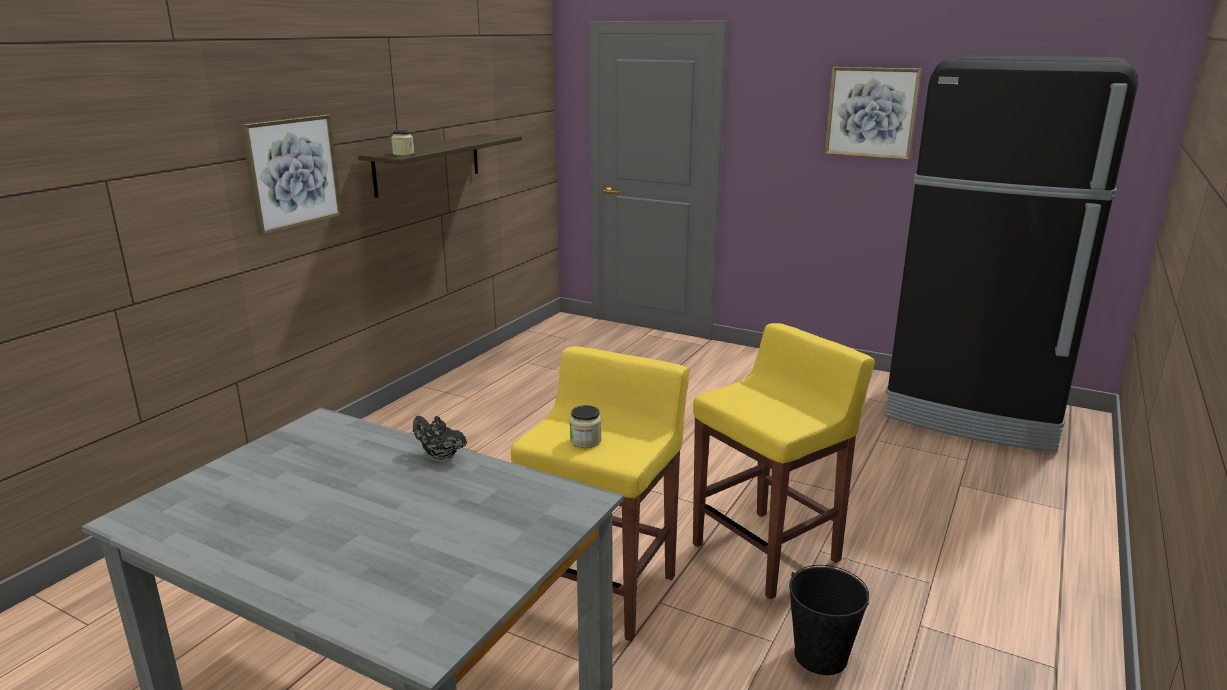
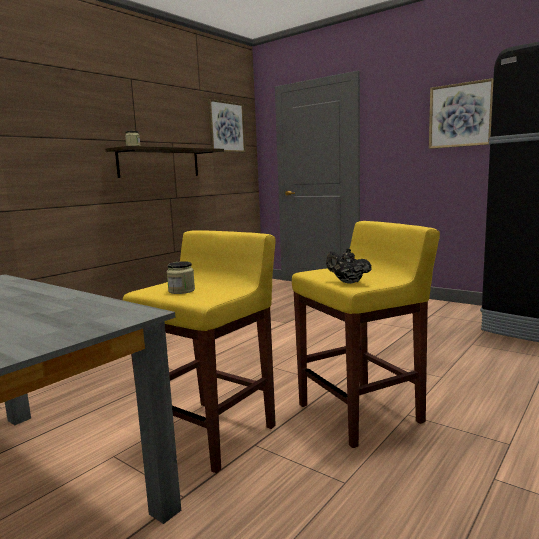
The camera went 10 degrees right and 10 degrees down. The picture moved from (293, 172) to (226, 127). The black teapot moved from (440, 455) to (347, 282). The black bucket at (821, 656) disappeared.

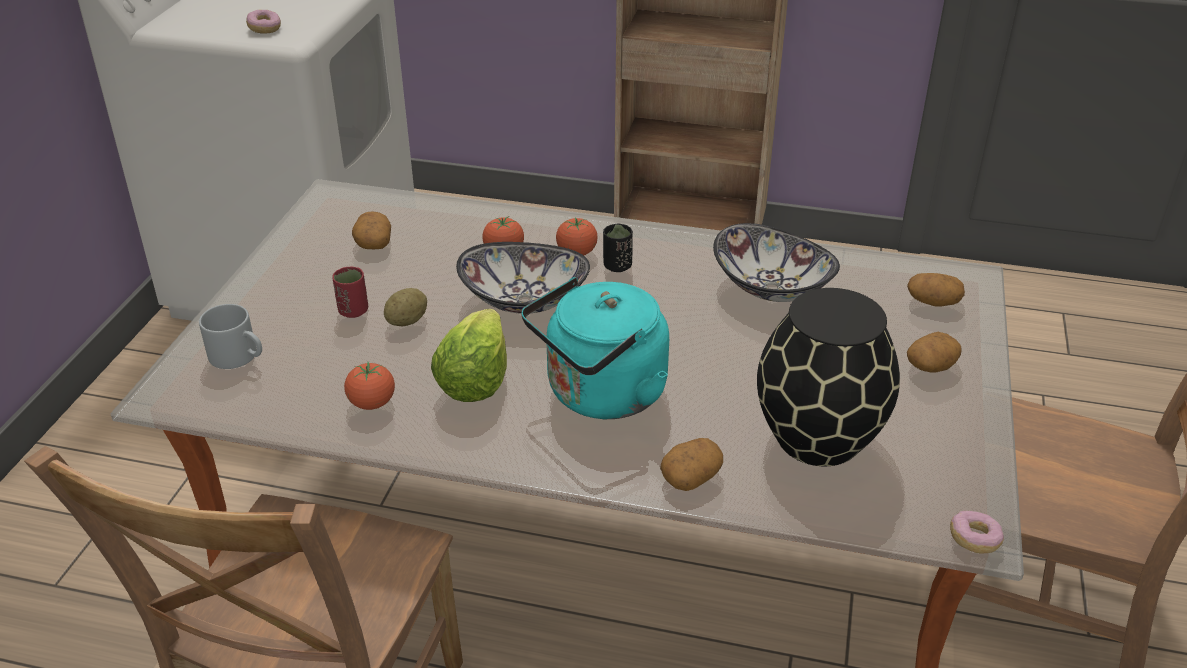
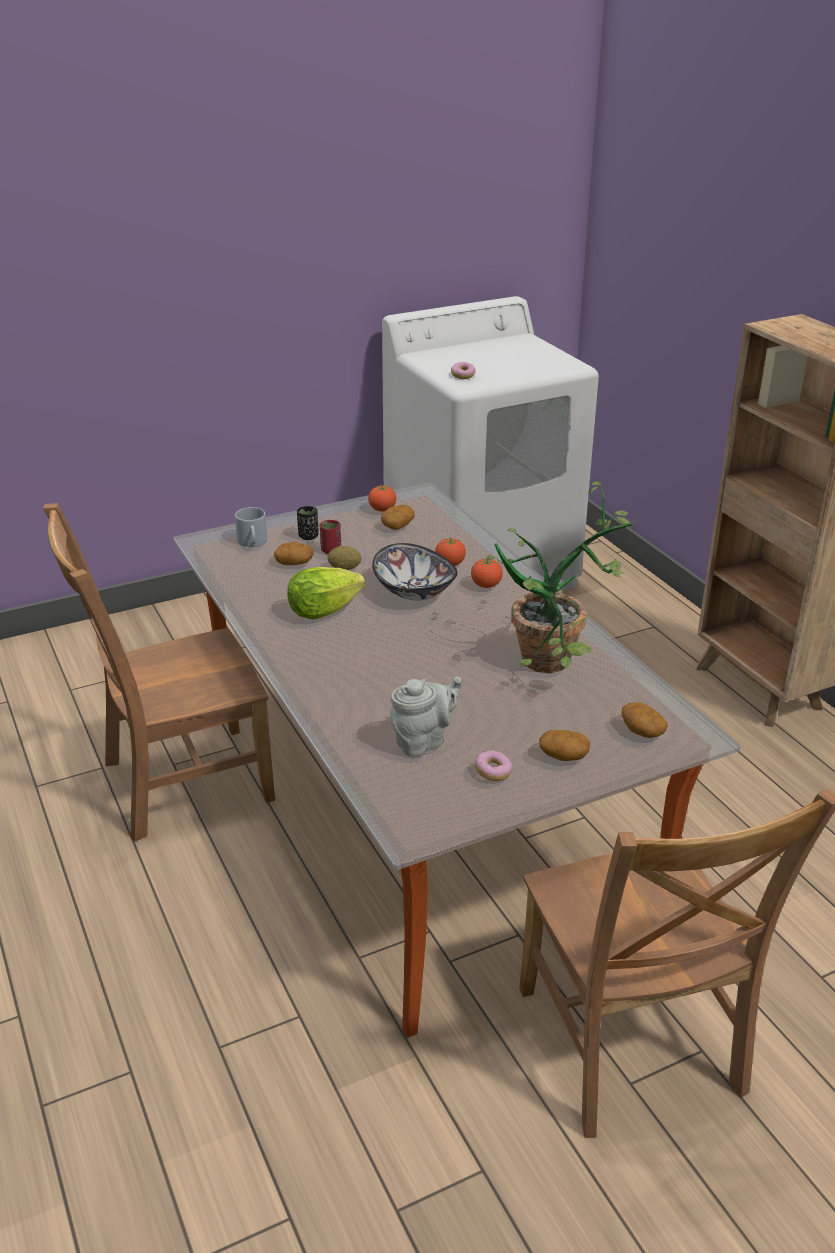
The camera went 50 degrees right and 5 degrees down. The potato moved from (691, 476) to (295, 563). The black cup moved from (617, 266) to (308, 536). The tomato moved from (372, 403) to (382, 510). The black vase at (818, 439) was replaced by the grey teapot at (423, 741). The donut moved from (974, 540) to (493, 772). The bowl at (773, 287) was replaced by the potted plant at (558, 664). The turquoise kettle at (601, 395) disappeared.

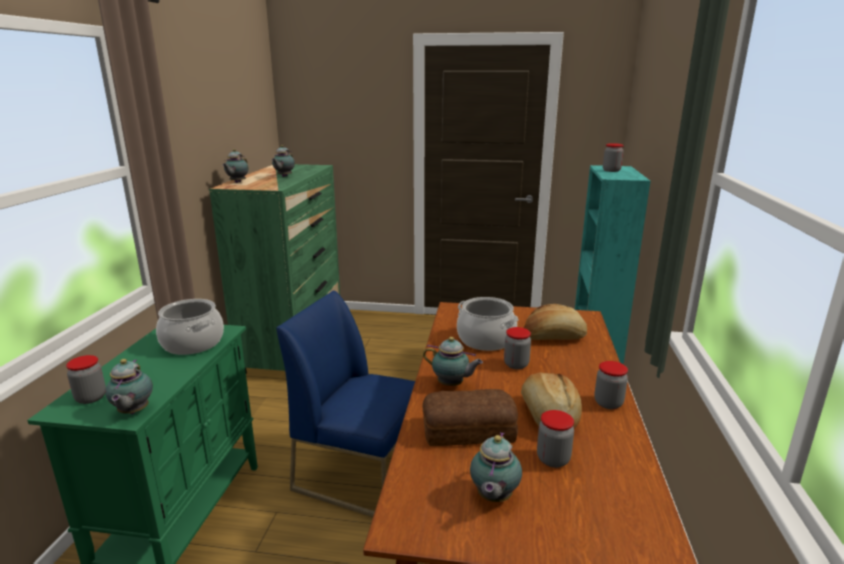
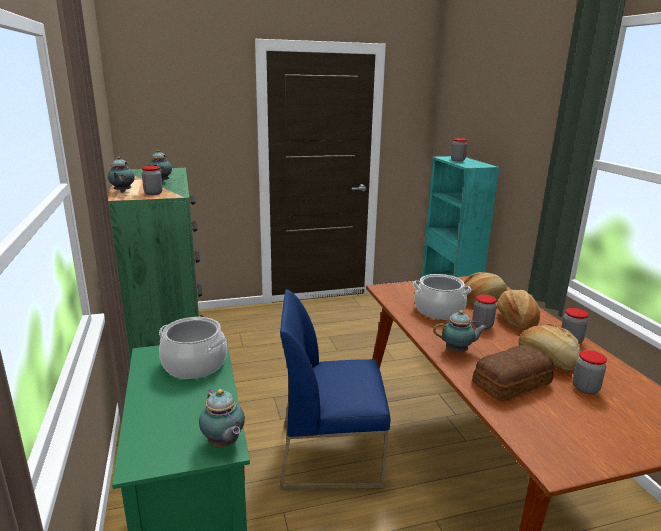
The camera went 25 degrees left and 0 degrees up. The jar moved from (91, 398) to (153, 193). The bread at (516, 320) appeared. The teapot at (493, 497) disappeared.

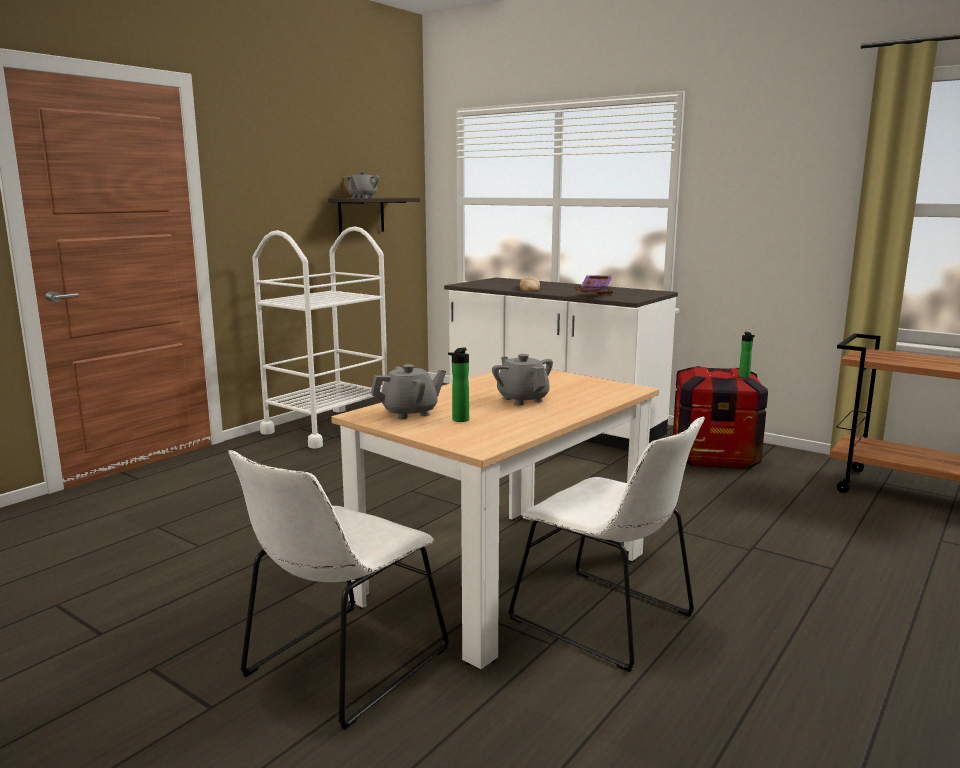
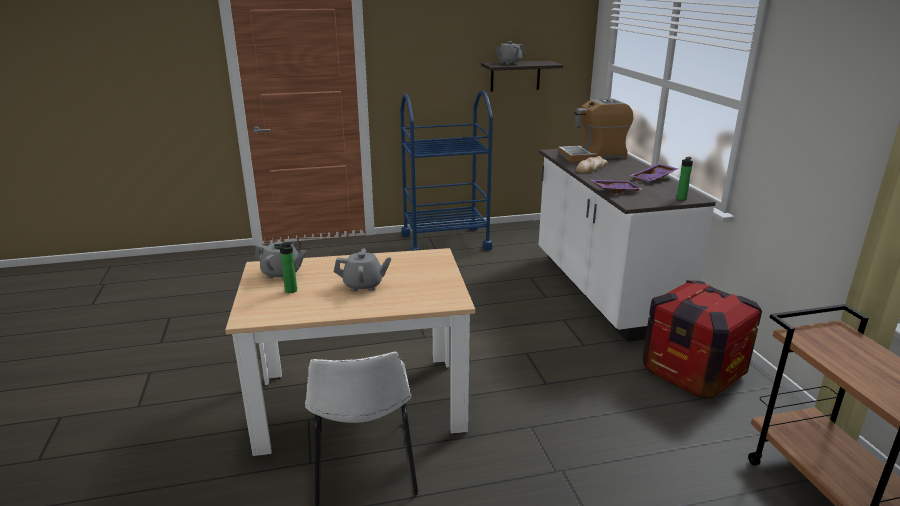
The camera went 40 degrees right and 10 degrees up. The grey teapot at (522, 399) turned 75 degrees clockwise. The white cart at (328, 427) became the blue cart at (445, 241). The coffee machine at (593, 156) appeared. The bottle moved from (744, 377) to (680, 199). The white chair at (341, 666) disappeared.

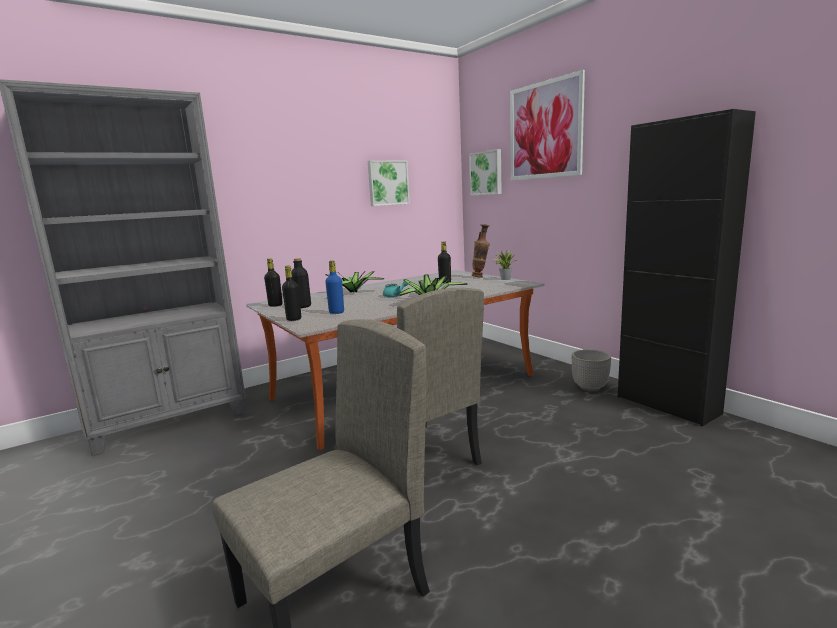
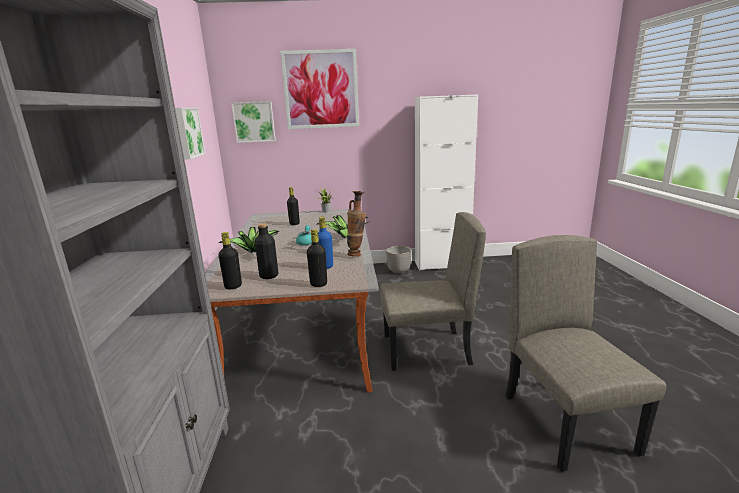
The camera went 60 degrees left and 5 degrees up. The vase moved from (481, 277) to (357, 254). The black cabinet at (667, 405) became the white cabinet at (442, 264).

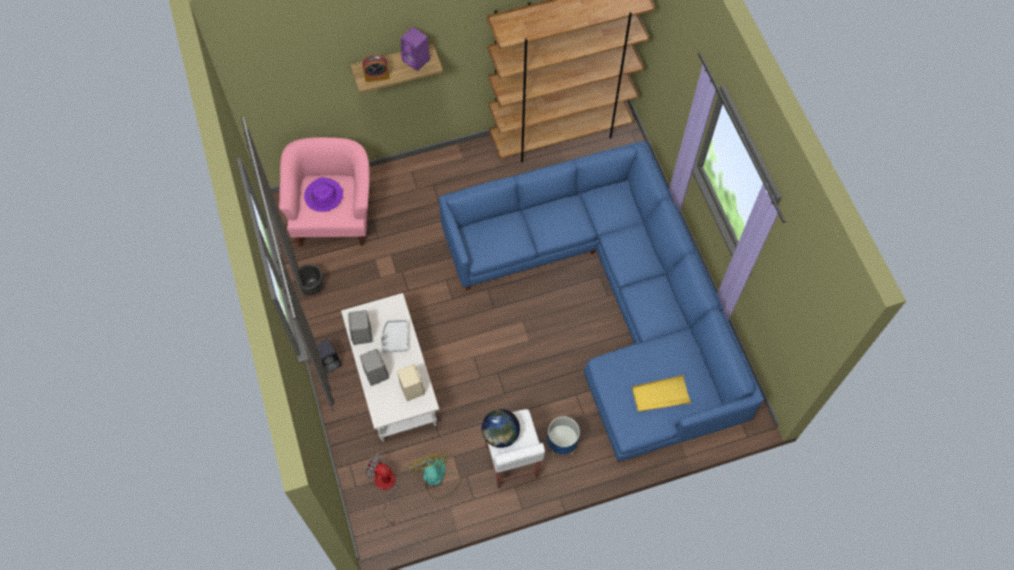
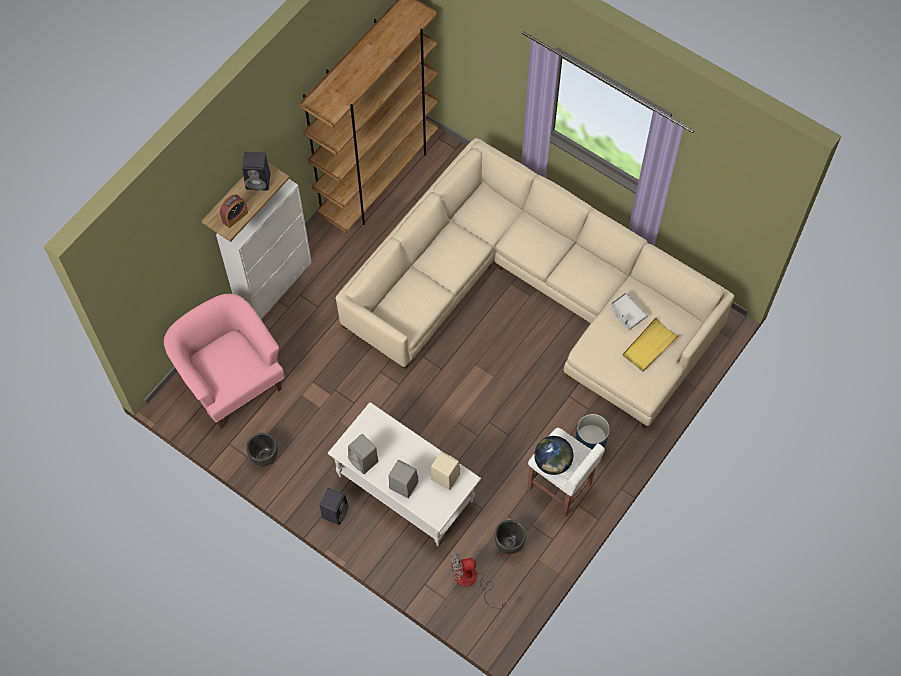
The camera went 35 degrees left and 0 degrees up. The white cabinet at (275, 285) appeared. The purple speaker at (417, 60) became the black speaker at (259, 181). The blue sofa at (611, 299) became the beige sofa at (535, 296). The fan at (437, 478) was replaced by the black planter at (509, 544). The grey tray moved from (395, 338) to (627, 313). The purple hat at (323, 196) disappeared.

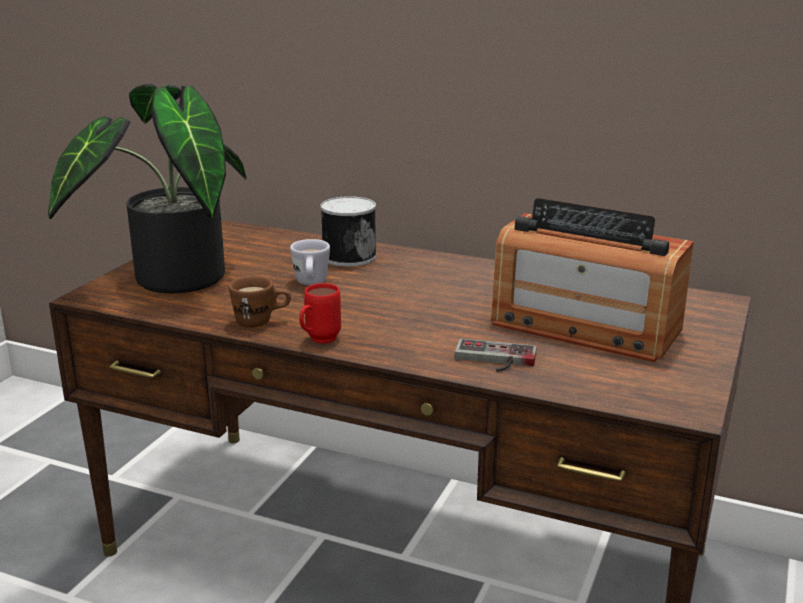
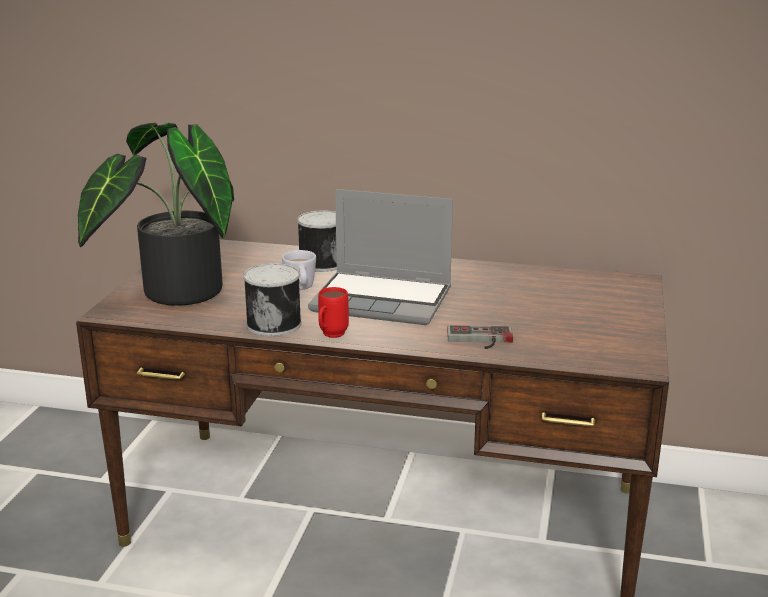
The camera went 10 degrees left and 0 degrees up. The brown mug at (261, 322) was replaced by the can at (274, 323). The laptop at (384, 300) appeared. The radio at (584, 327) disappeared.

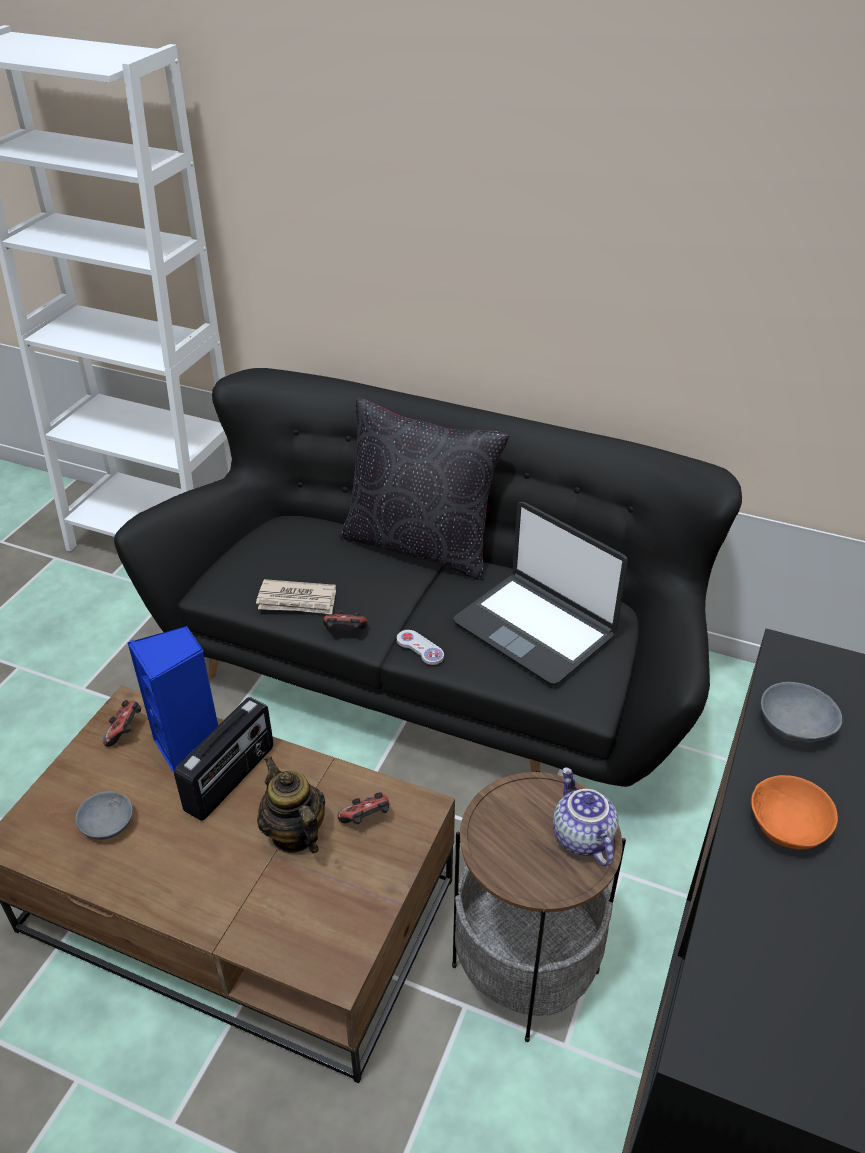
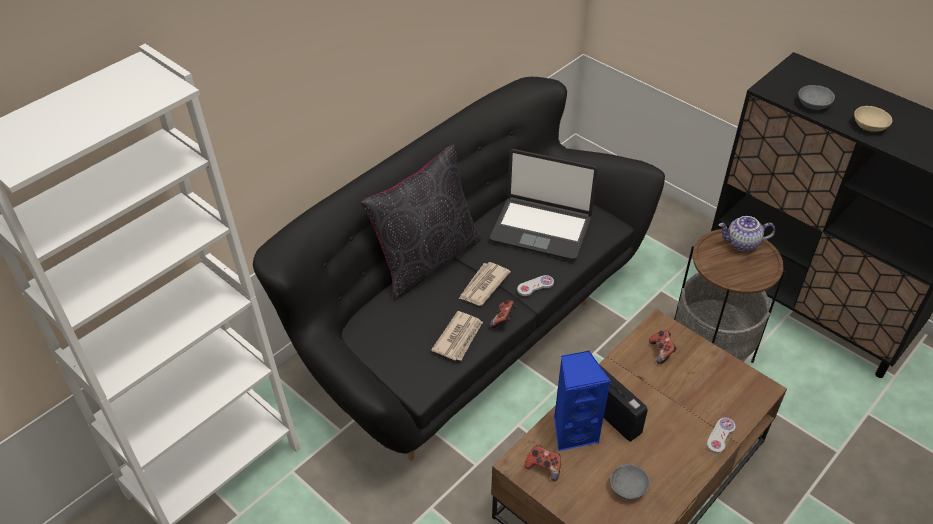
The camera went 70 degrees left and 5 degrees up. The newspaper at (483, 285) appeared. The laptop at (535, 628) turned 45 degrees clockwise. The white game controller at (720, 436) appeared. The orange bowl at (790, 827) became the beige bowl at (870, 125). The teapot at (294, 834) disappeared.

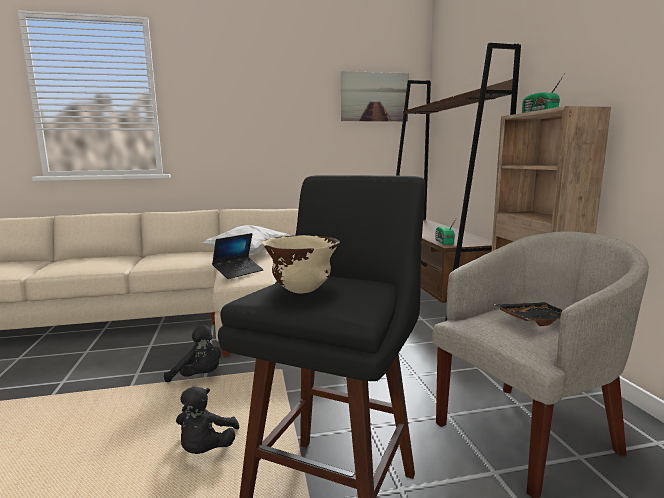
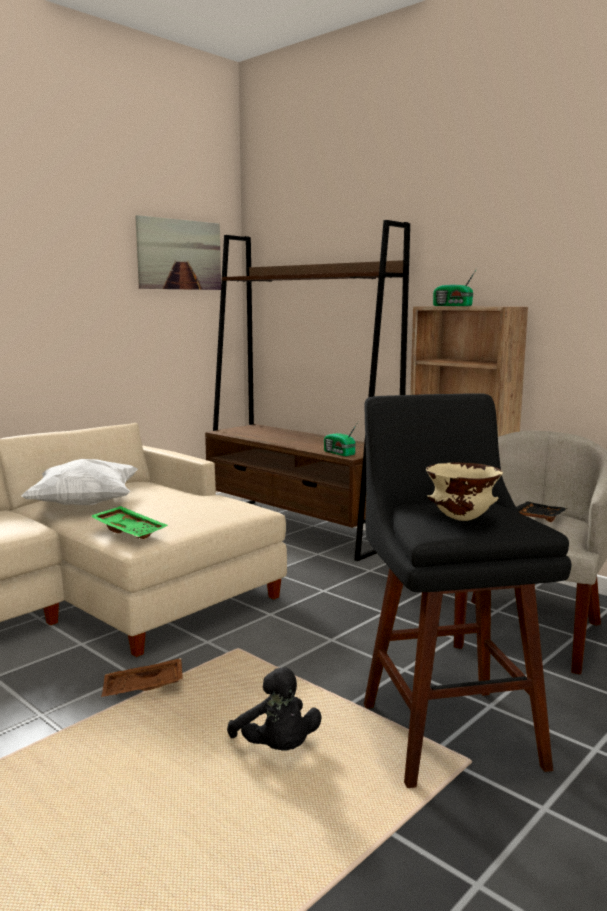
The camera went 35 degrees left and 0 degrees up. The laptop at (238, 272) was replaced by the green tray at (130, 530). The black plush toy at (199, 377) was replaced by the brown tray at (143, 688).

